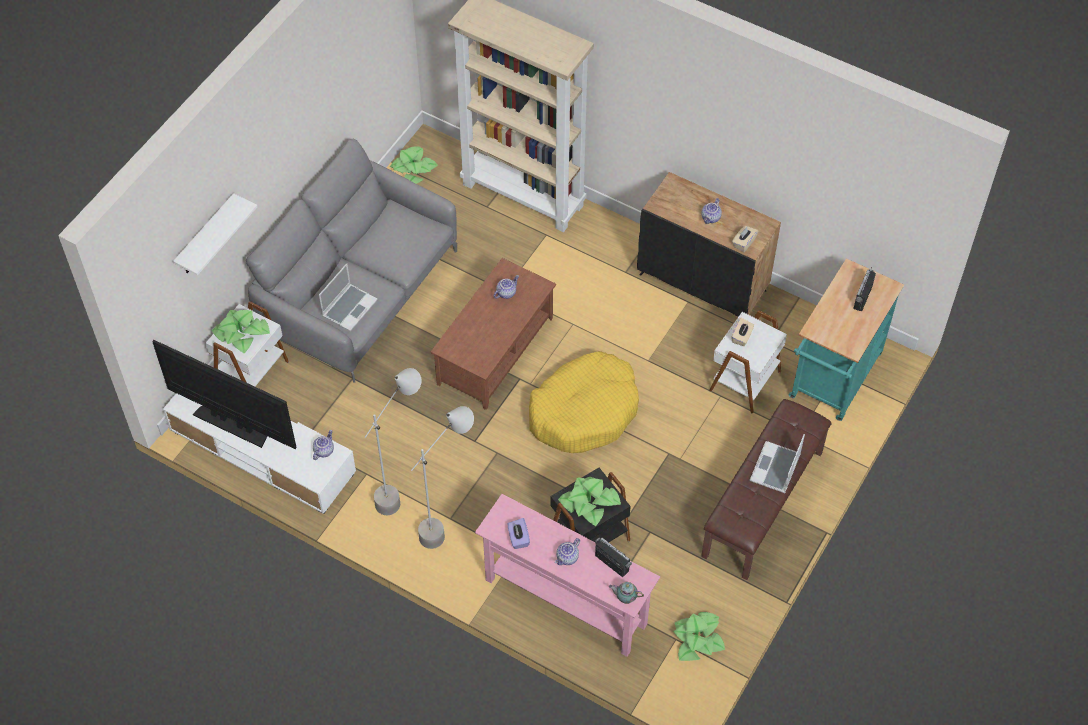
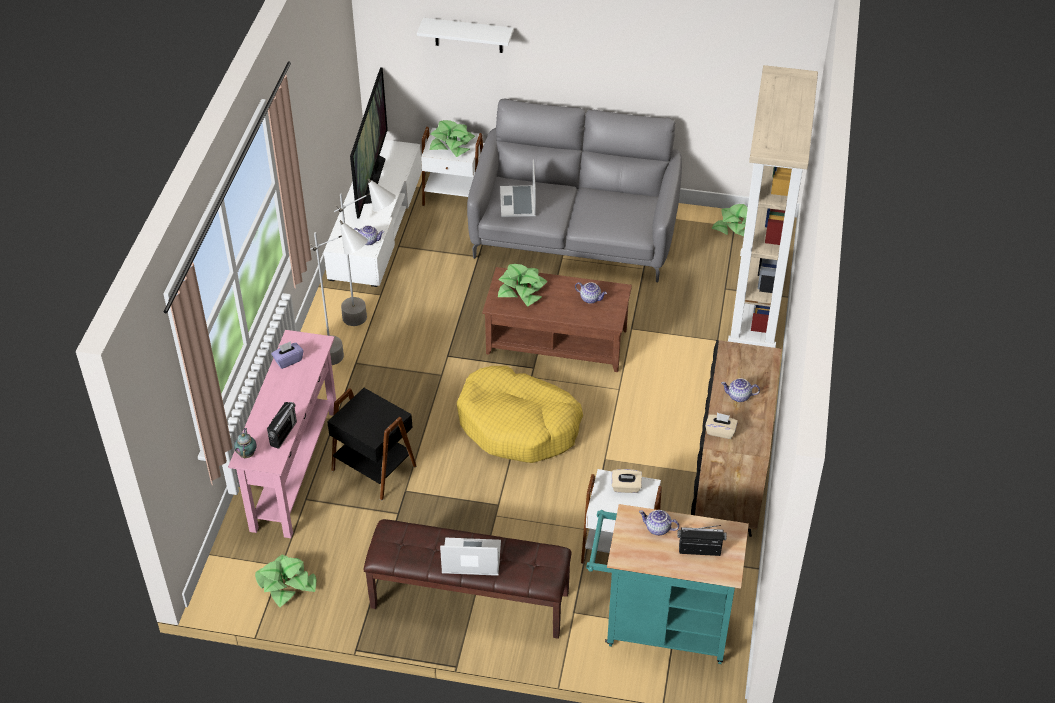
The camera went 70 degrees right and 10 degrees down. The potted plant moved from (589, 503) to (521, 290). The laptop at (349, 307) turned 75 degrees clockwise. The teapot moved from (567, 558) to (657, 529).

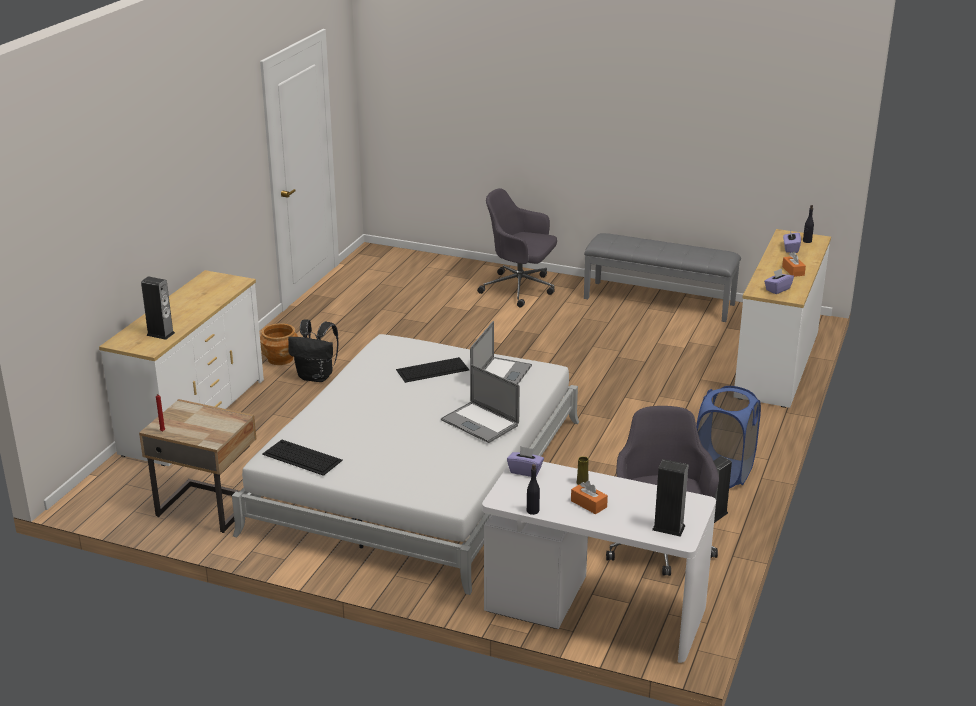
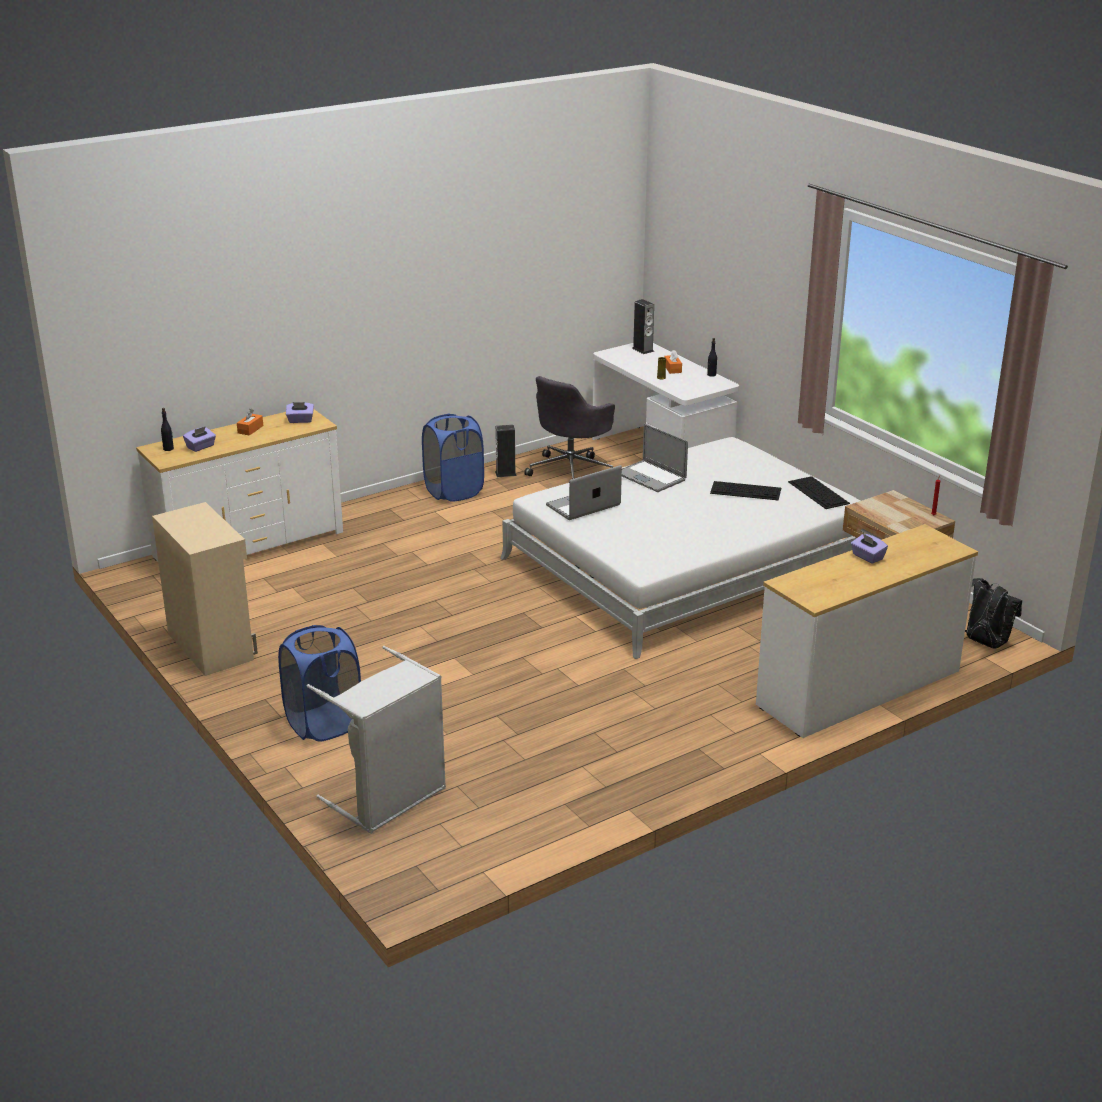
The camera went 145 degrees left and 0 degrees up. The grey bench at (659, 301) was replaced by the beige cabinet at (211, 645). The grey office chair at (520, 289) was replaced by the blue laundry basket at (323, 724). The grey laundry basket at (390, 799) appeared. The laptop at (480, 422) turned 150 degrees clockwise. The keyboard moved from (432, 370) to (746, 490). The purple tissue box moved from (525, 471) to (867, 557). The black backpack moved from (316, 377) to (983, 642). The speaker at (160, 334) disappeared. The brown planter at (280, 359) disappeared.

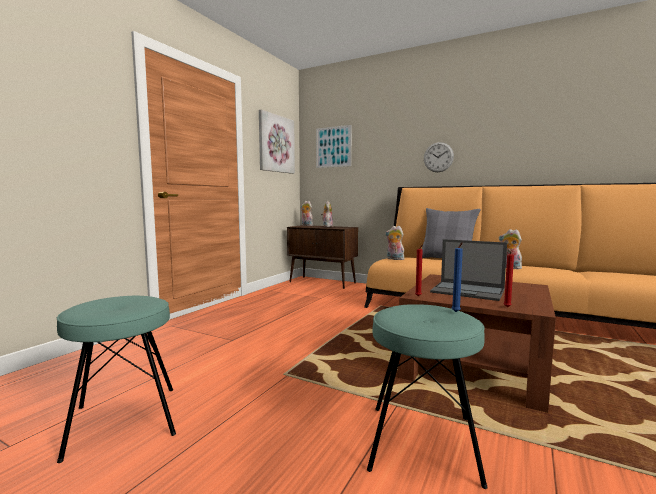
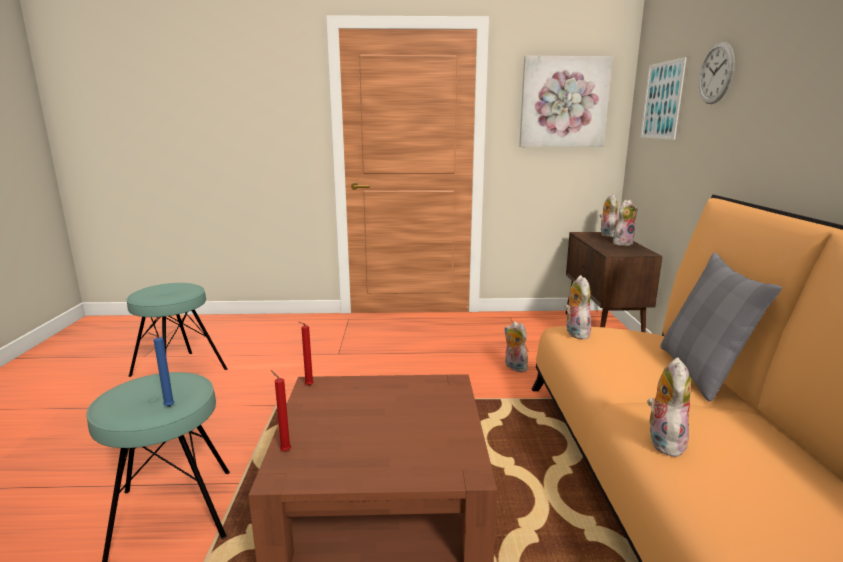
The camera went 60 degrees right and 10 degrees up. The plush toy at (514, 367) appeared. The wall clock moved from (438, 157) to (716, 73). The laptop at (468, 291) disappeared.

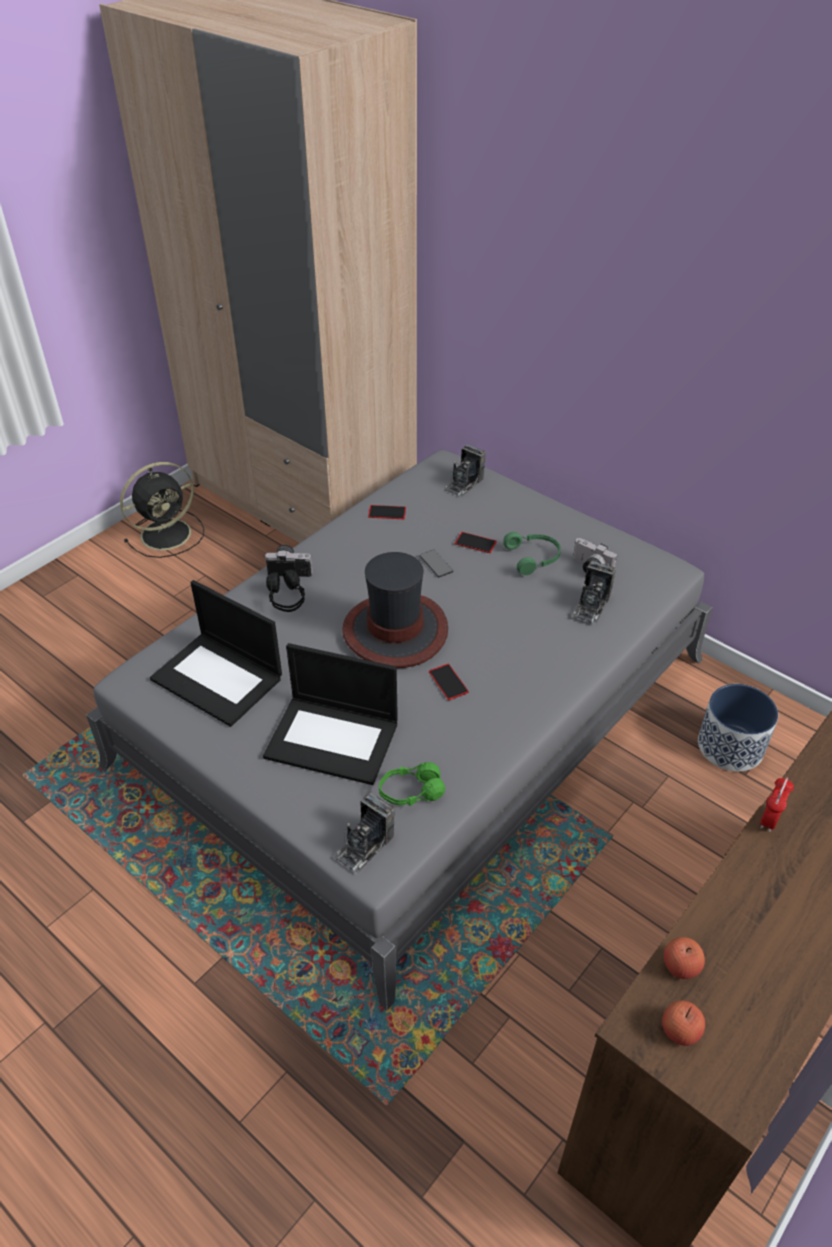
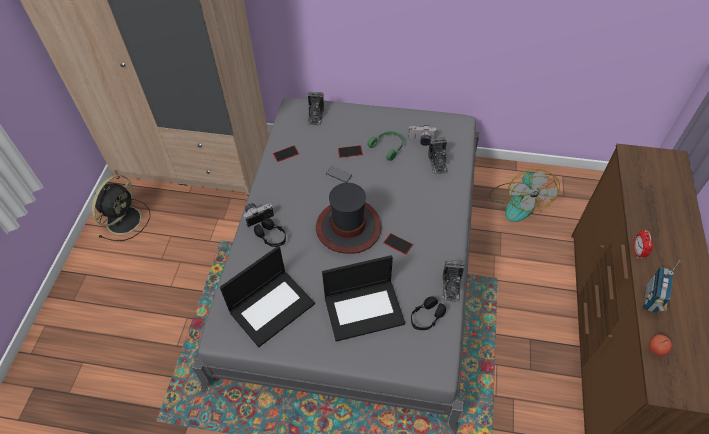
The camera went 30 degrees left and 10 degrees up. The laptop at (219, 678) turned 45 degrees counterclockwise. The green headphones at (411, 792) became the black headphones at (426, 317). The photo camera moved from (364, 846) to (451, 287). The planter at (730, 747) was replaced by the fan at (518, 202). The radio at (651, 300) appeared. The apple at (680, 1031) disappeared.

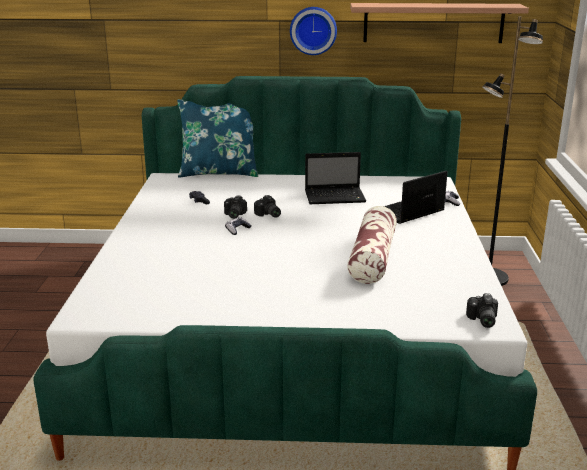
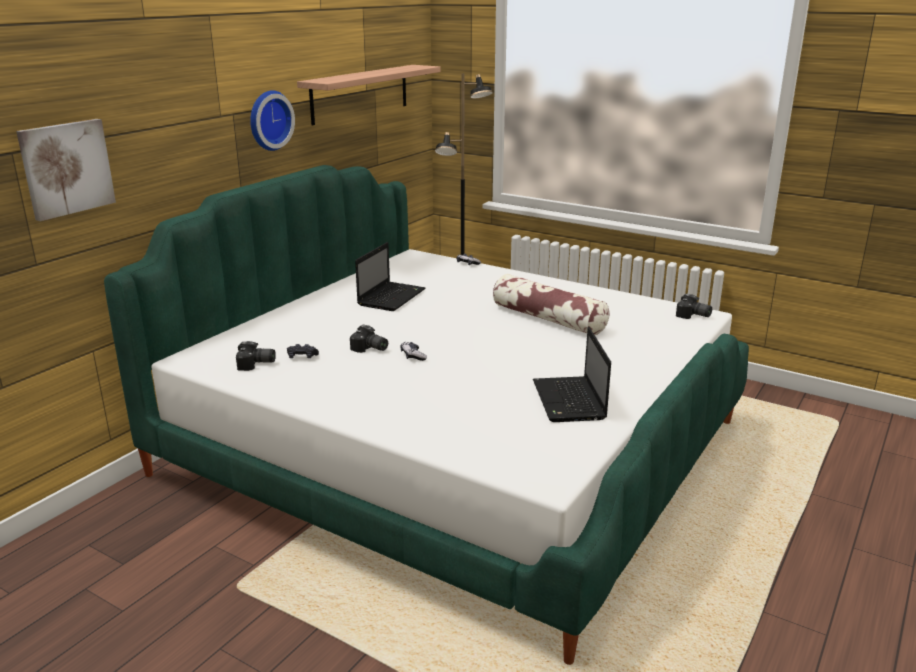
The camera went 60 degrees left and 0 degrees up. The picture at (66, 168) appeared. The photo camera moved from (268, 215) to (256, 364). The laptop moved from (408, 212) to (570, 401). The blue pillow at (219, 173) disappeared.

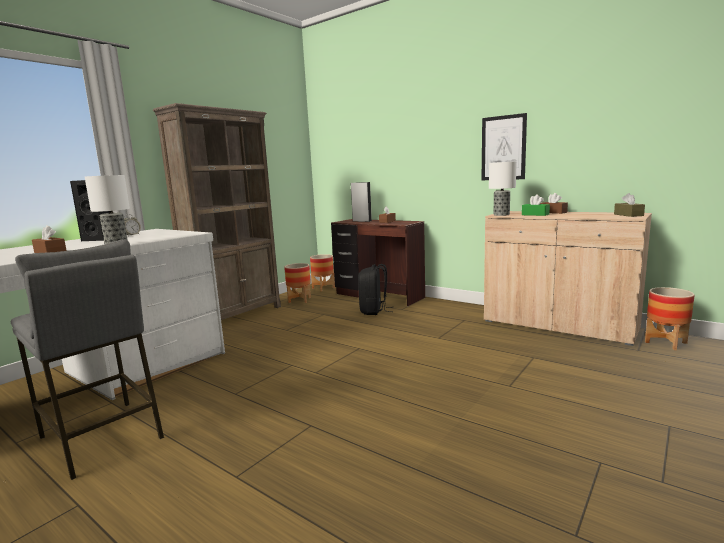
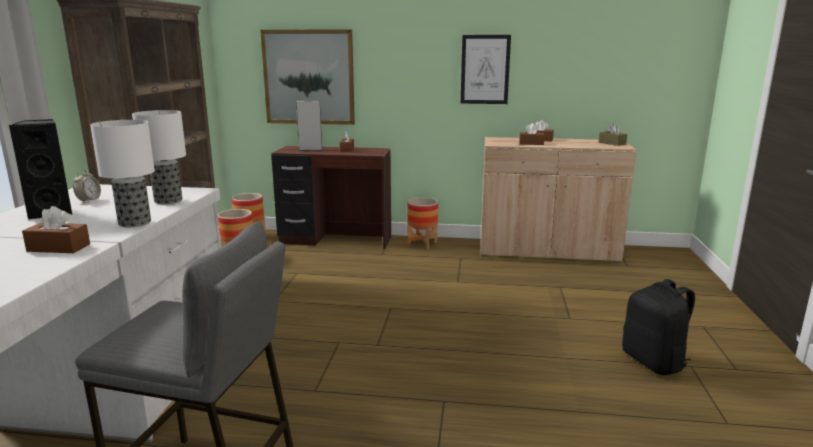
The camera went 30 degrees left and 5 degrees up. The table lamp moved from (501, 214) to (169, 200). The picture at (309, 77) appeared. The planter moved from (665, 342) to (422, 243). The green tissue box at (535, 214) became the brown tissue box at (531, 143). The black backpack moved from (374, 311) to (654, 362).

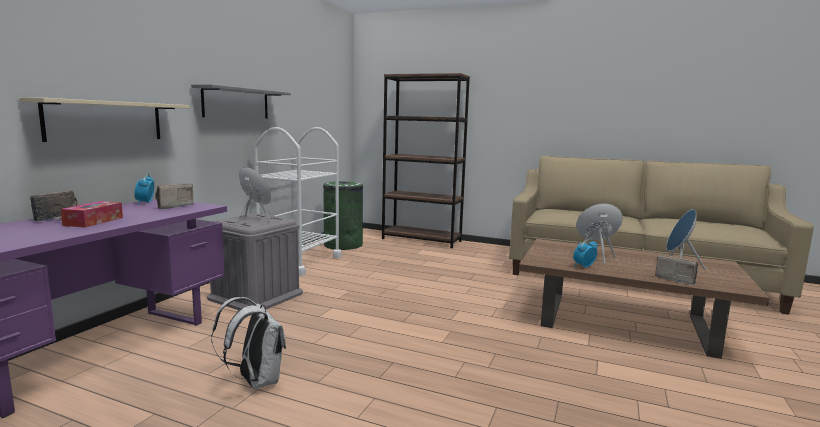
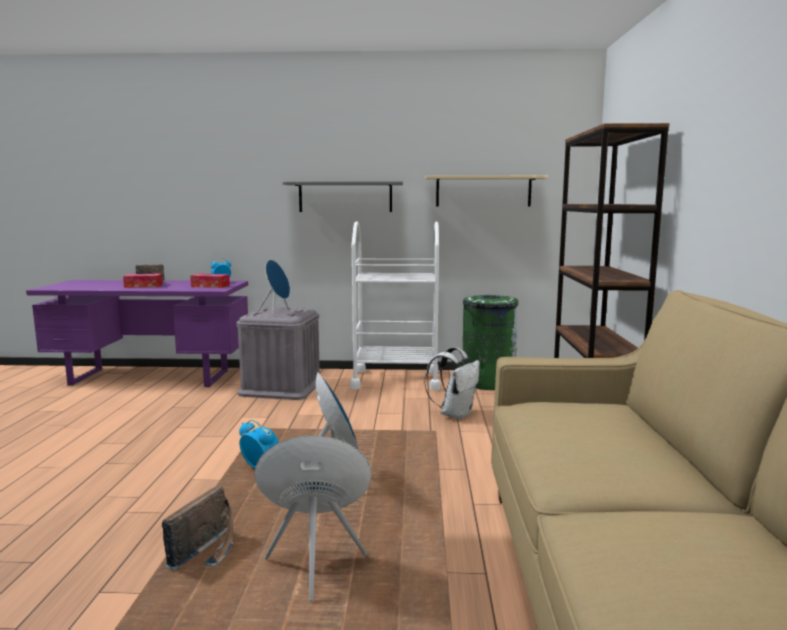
The camera went 70 degrees right and 0 degrees up. The radio at (172, 206) was replaced by the tissue box at (210, 286). The white backpack moved from (255, 381) to (455, 414). The beige shelf moved from (105, 121) to (483, 191).

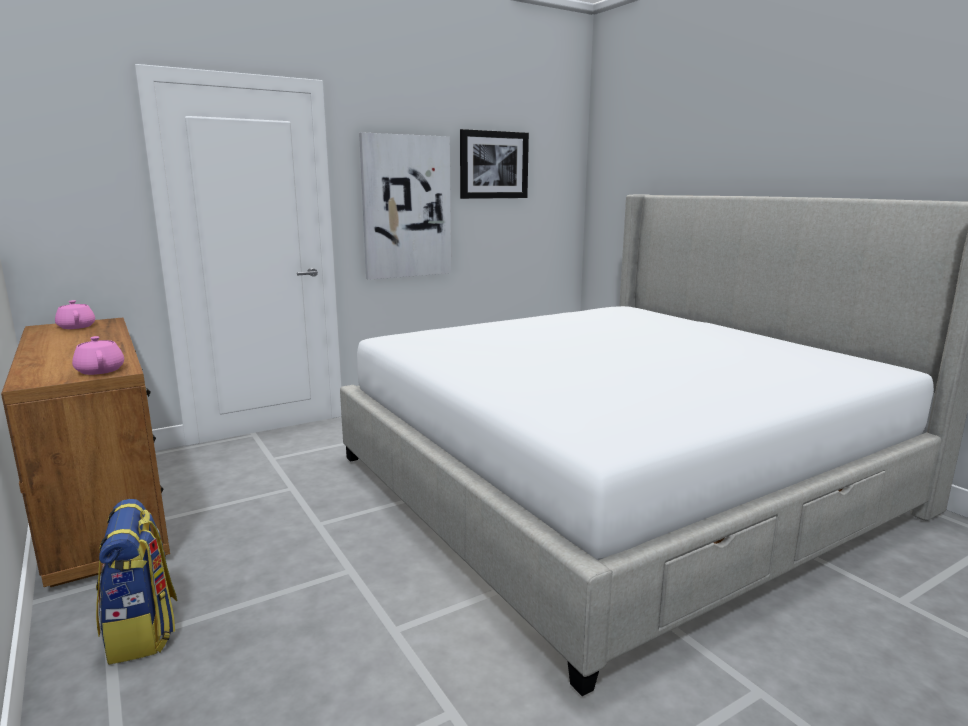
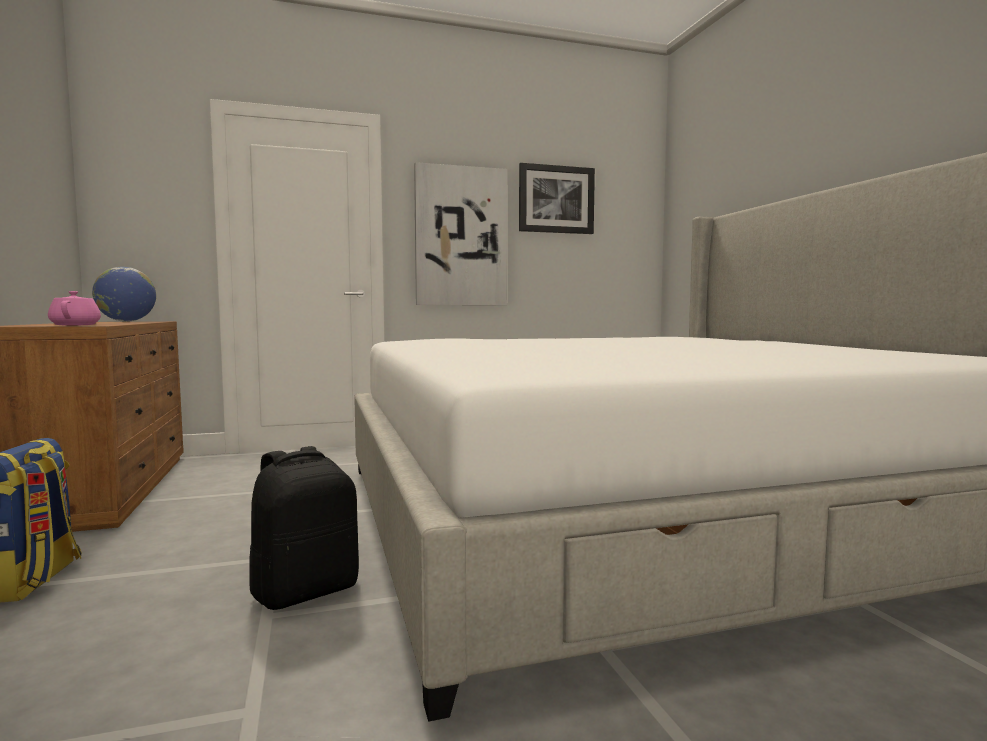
The camera went 15 degrees right and 10 degrees down. The pink teapot at (77, 326) was replaced by the globe at (126, 321). The black backpack at (306, 591) appeared.

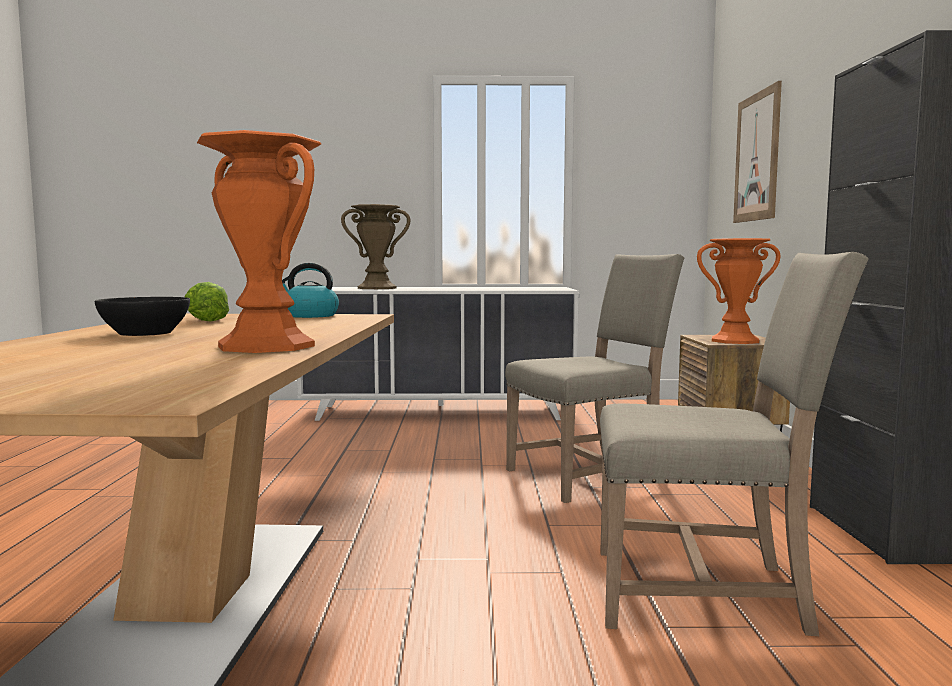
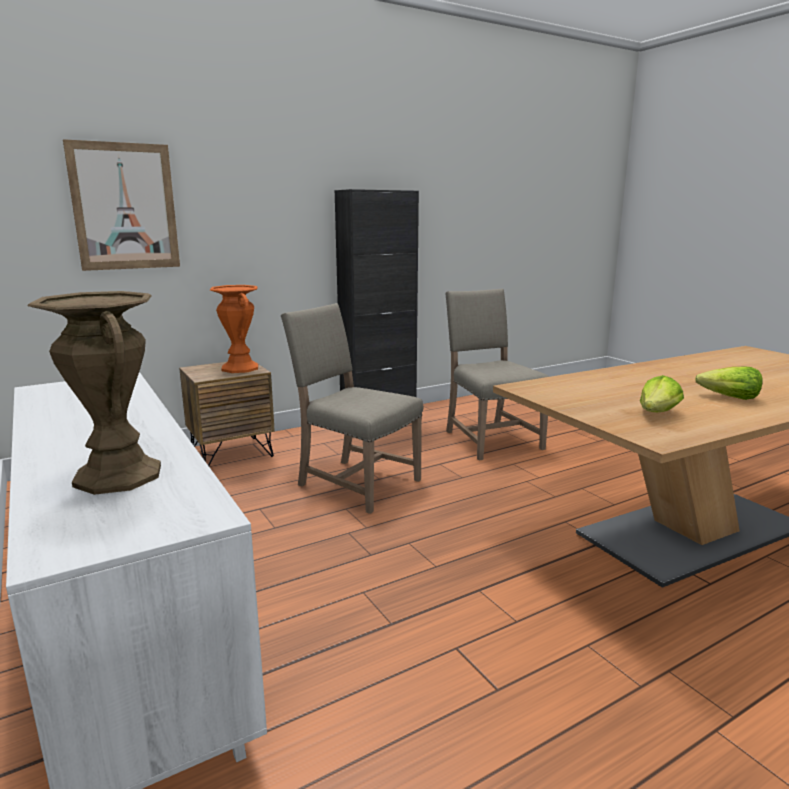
The camera went 120 degrees left and 10 degrees up. The black bowl at (144, 333) was replaced by the lettuce at (729, 398). The orange vase at (266, 346) disappeared. The kettle at (309, 315) disappeared.

